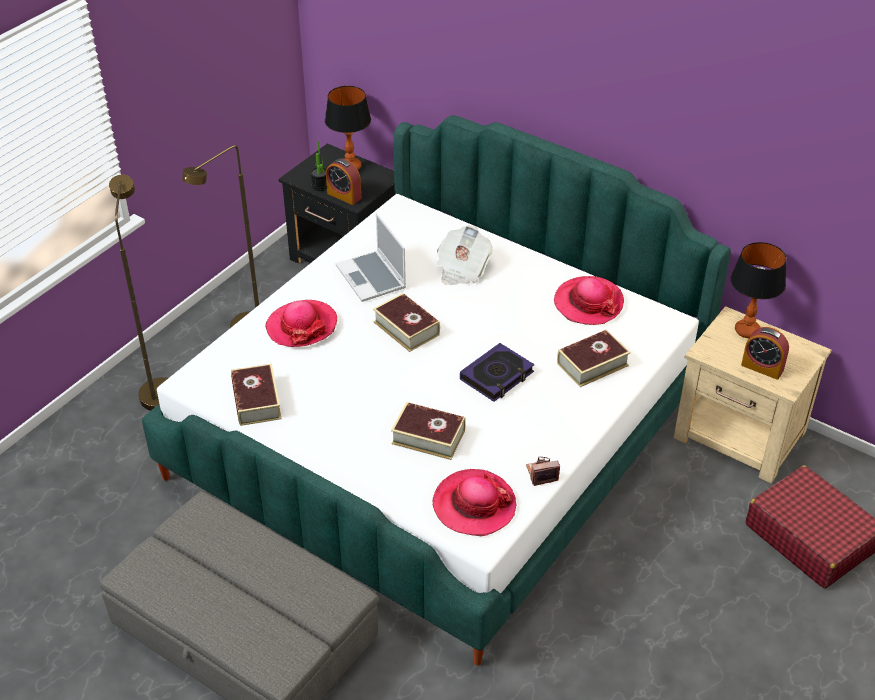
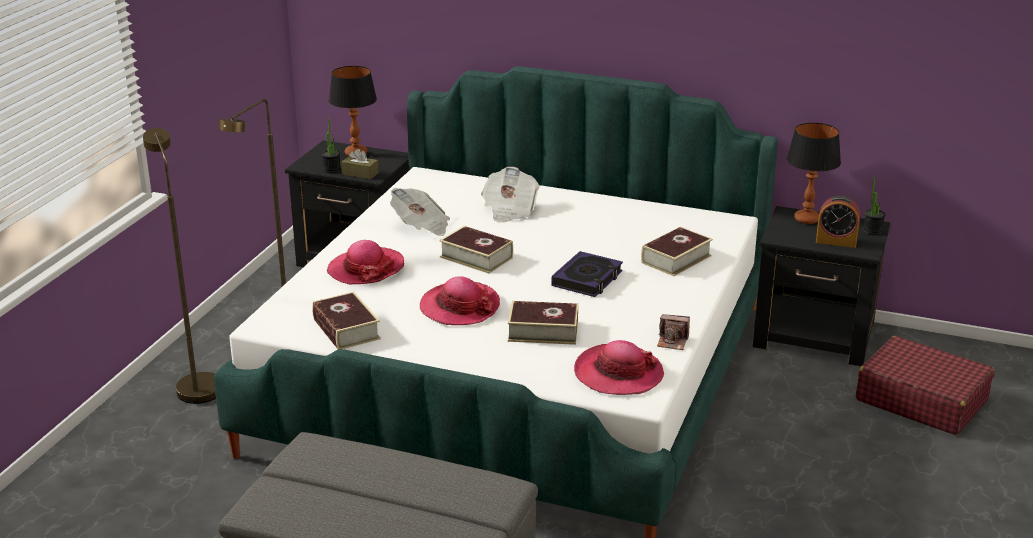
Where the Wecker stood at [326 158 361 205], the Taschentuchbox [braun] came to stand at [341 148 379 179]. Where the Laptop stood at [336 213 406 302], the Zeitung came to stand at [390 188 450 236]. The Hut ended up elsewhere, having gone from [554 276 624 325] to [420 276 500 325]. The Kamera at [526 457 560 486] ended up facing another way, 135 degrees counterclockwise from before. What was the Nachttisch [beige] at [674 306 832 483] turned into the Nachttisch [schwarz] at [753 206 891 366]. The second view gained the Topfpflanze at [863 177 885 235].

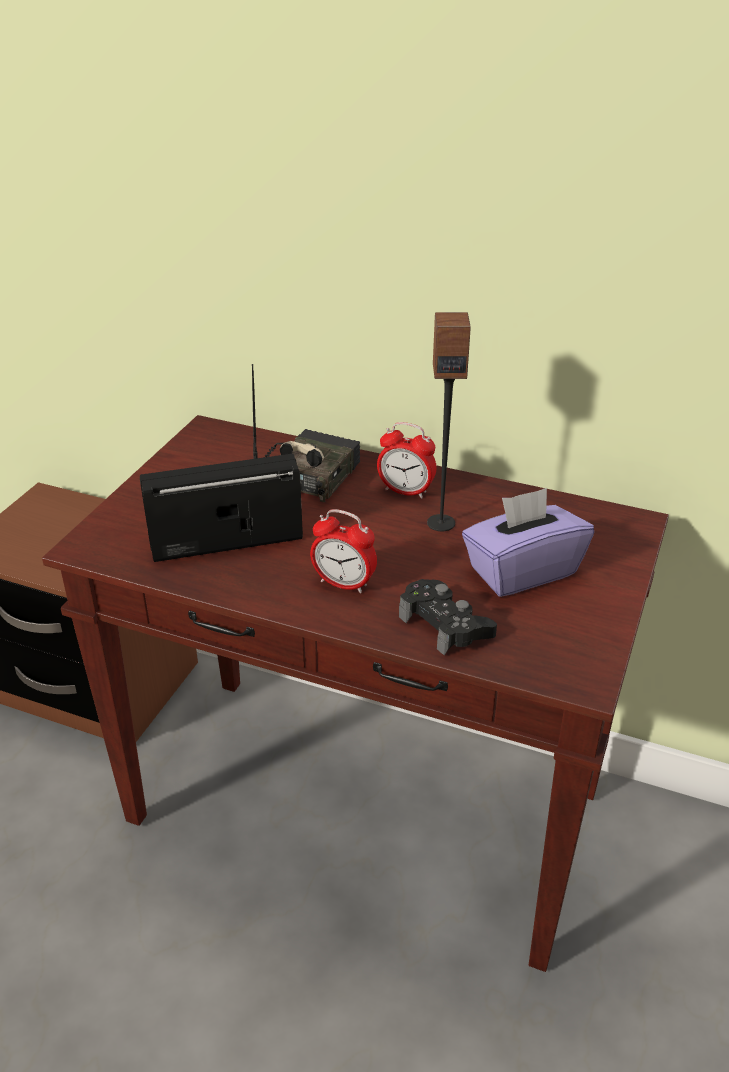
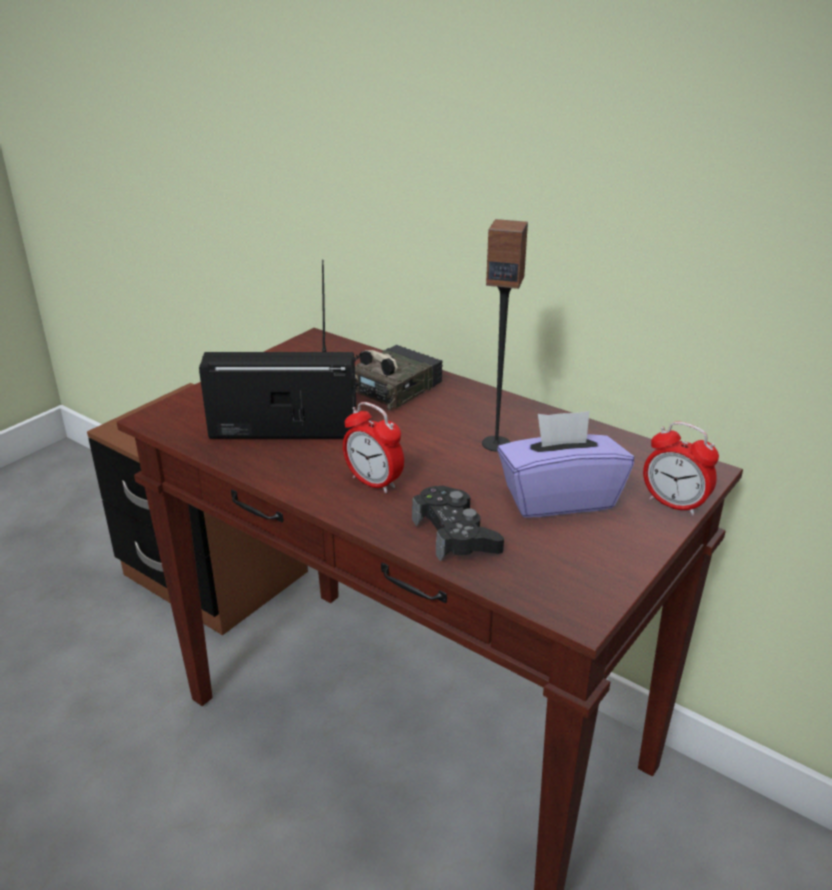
The Wecker ended up elsewhere, having gone from [377 422 436 498] to [643 422 719 515].

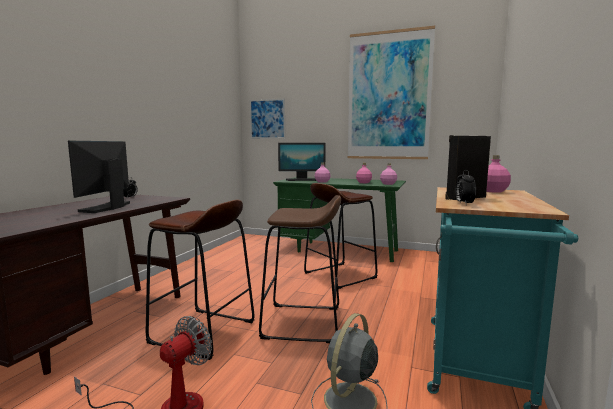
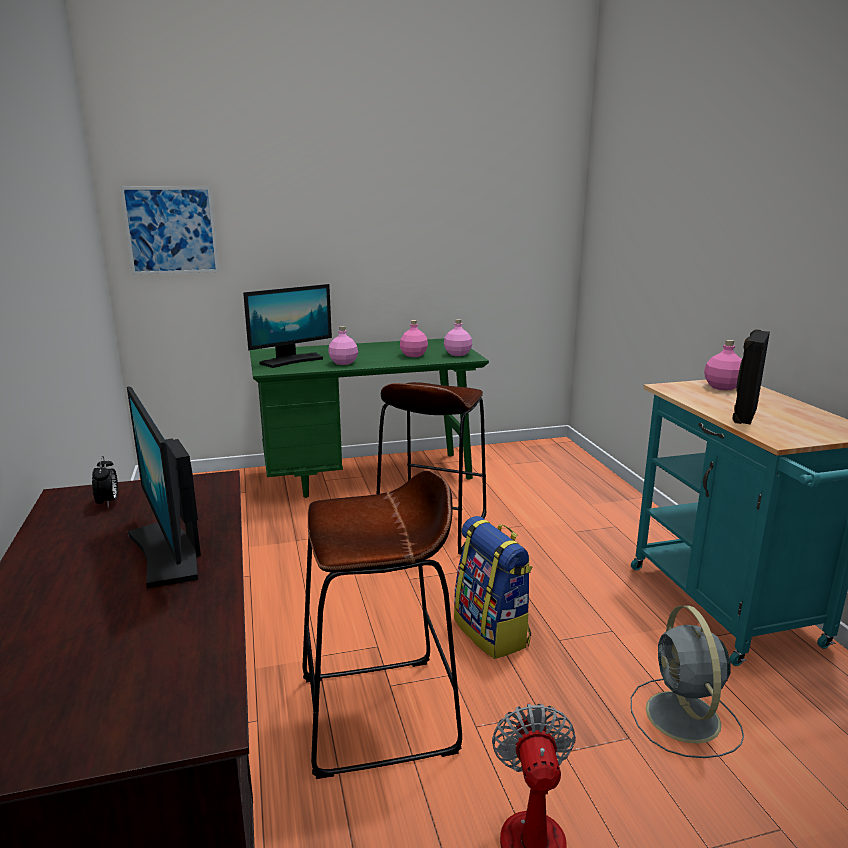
Where the Hocker [braun] stood at [259 195 341 343], the Rucksack came to stand at [454 516 532 659]. The second view lost the Bild at [347 26 435 159]. The second view lost the Wecker at [455 170 476 203].

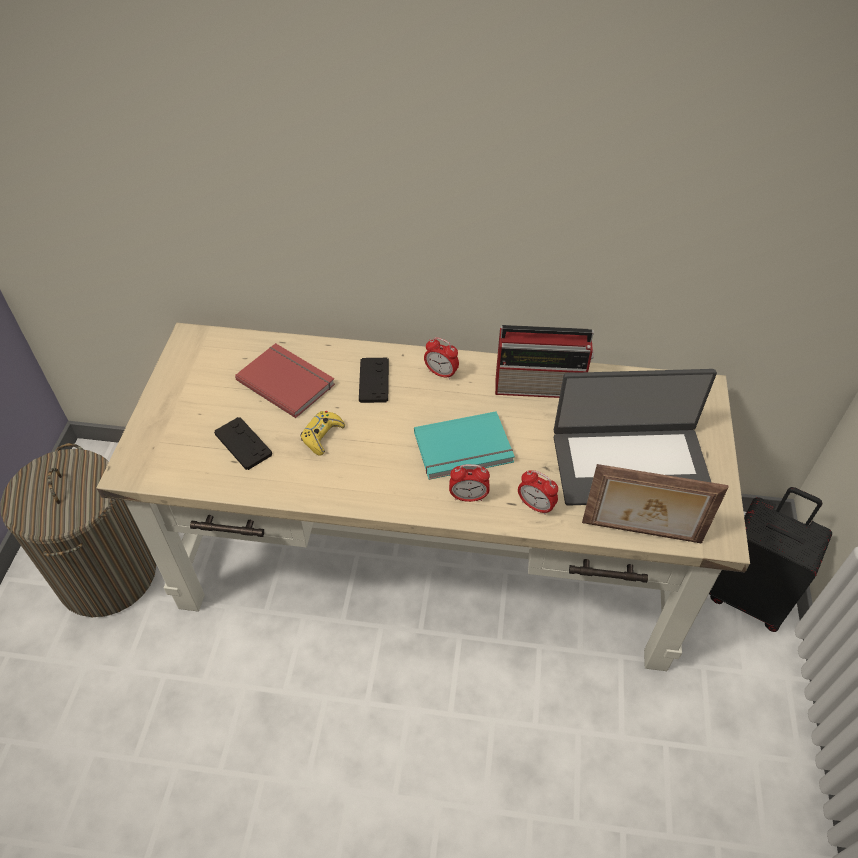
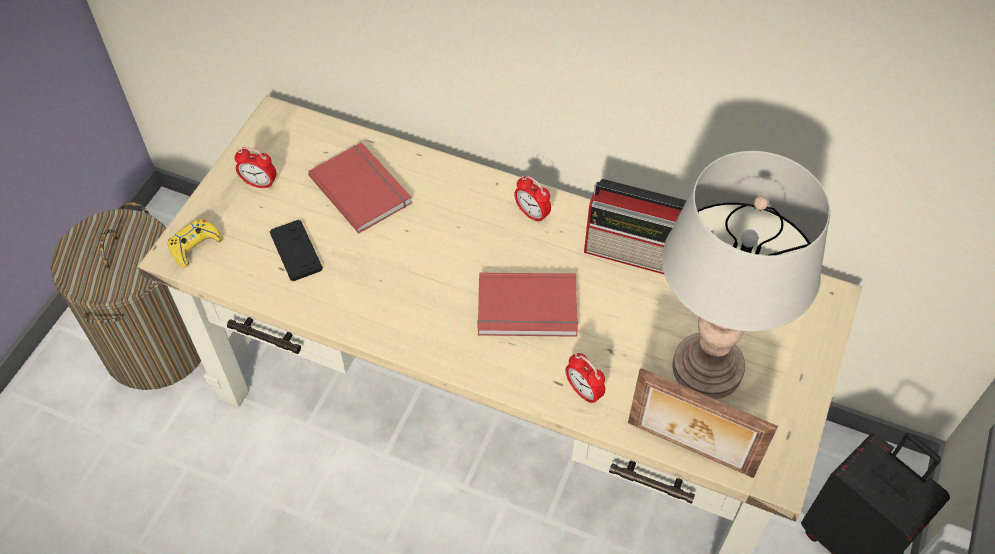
The Gamepad [gelb] ended up elsewhere, having gone from [300 411 345 456] to [168 219 223 268]. The Wecker ended up elsewhere, having gone from [449 464 490 502] to [234 147 277 189]. What was the Buch [türkis] at [414 411 515 480] turned into the Buch [rot] at [477 273 578 337]. Where the Laptop stood at [554 369 717 506], the Tischlampe [grau] came to stand at [662 151 830 399]. The second view lost the Gamepad [schwarz] at [359 358 389 403].

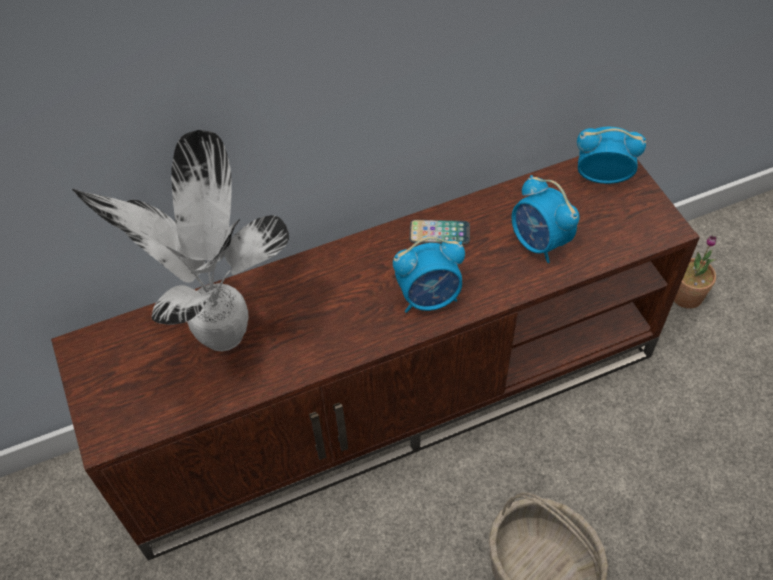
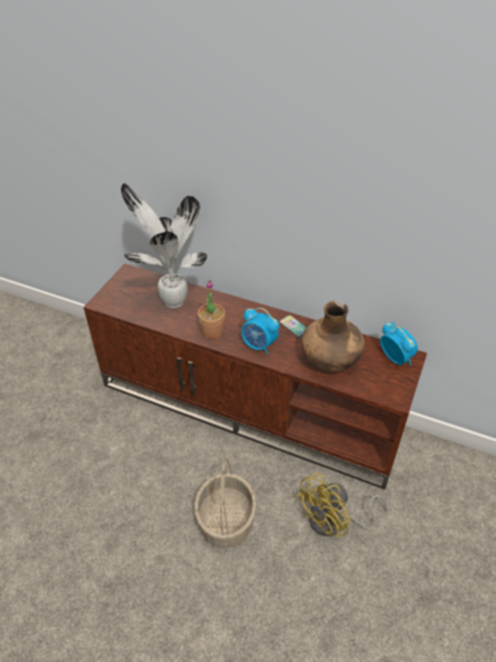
The Topfpflanze ended up elsewhere, having gone from [674 235 717 309] to [198 280 225 339]. The second view gained the Ventilator [gelb] at [295 473 388 537]. Where the Wecker stood at [512 175 580 263], the Vase [braun] came to stand at [302 301 365 372].

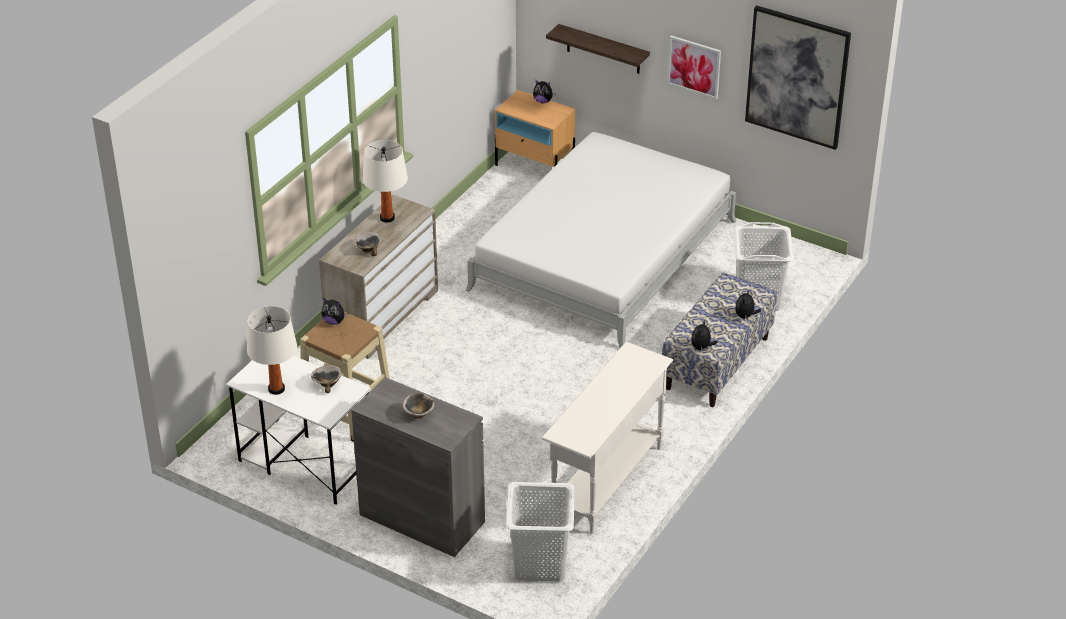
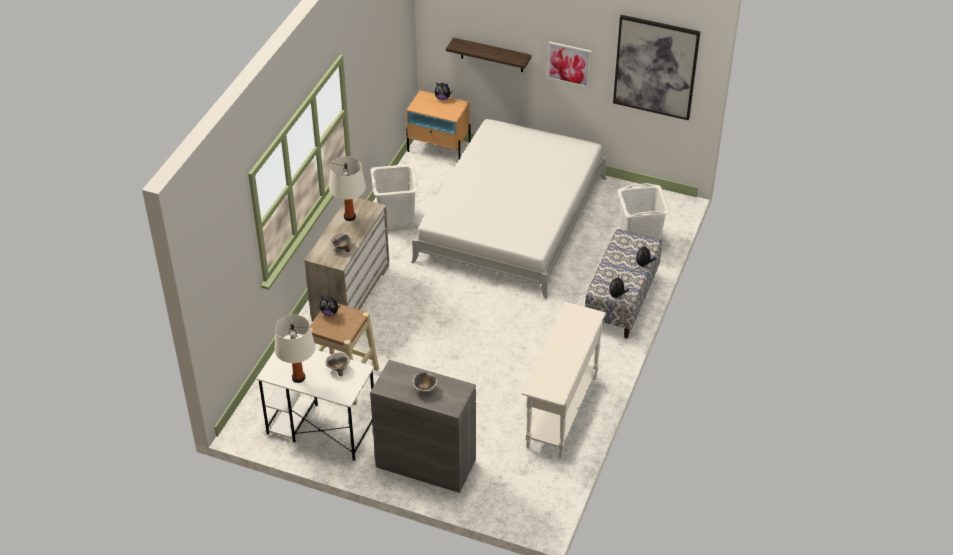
The Wäschekorb [weiß] ended up elsewhere, having gone from [505 482 575 581] to [370 164 418 231].

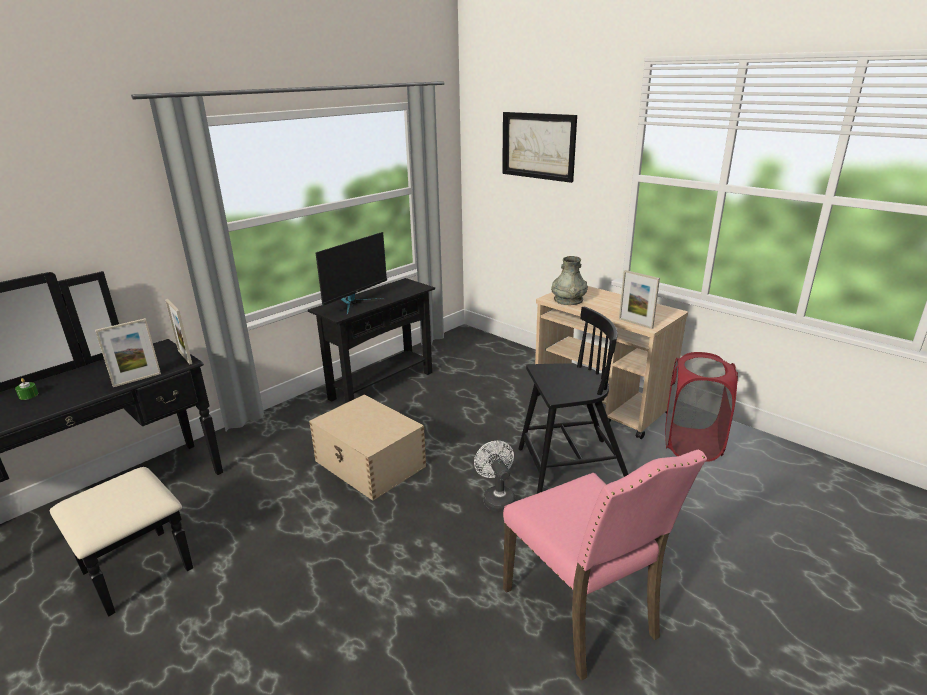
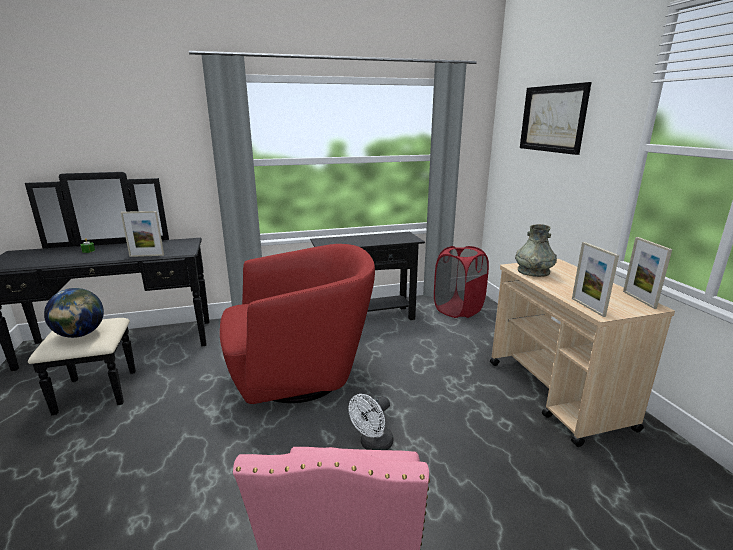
The second view gained the Globus at [44 288 104 338]. Where the Aufbewahrungsbox [beige] stood at [309 394 426 501], the Sessel [rot] came to stand at [220 244 375 404]. The Ventilator [weiß] at [474 441 516 512] ended up facing another way, 150 degrees counterclockwise from before. The Wäschekorb [rot] ended up elsewhere, having gone from [665 352 738 462] to [434 246 489 318]. The Bilderrahmen ended up elsewhere, having gone from [165 299 192 364] to [623 237 672 309]. The second view lost the Monitor at [316 232 387 315]. The second view lost the Stuhl [schwarz] at [518 306 628 494].

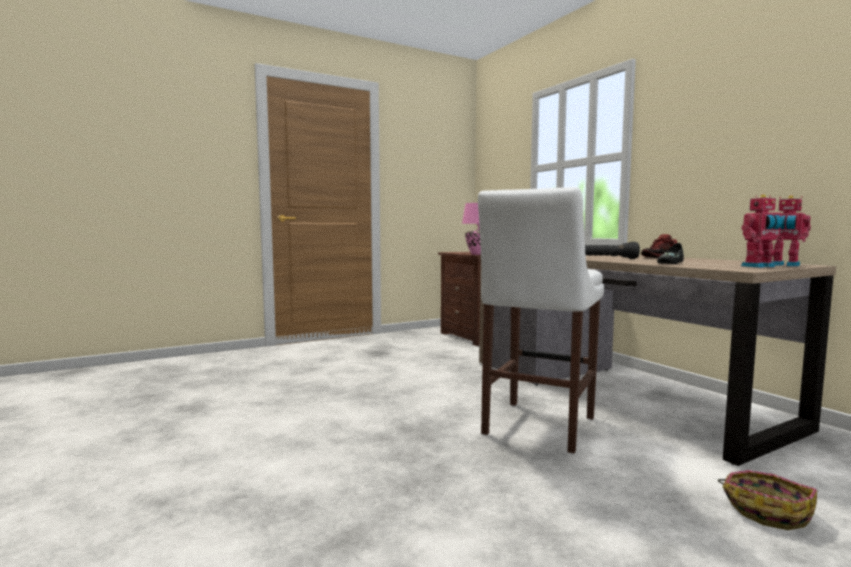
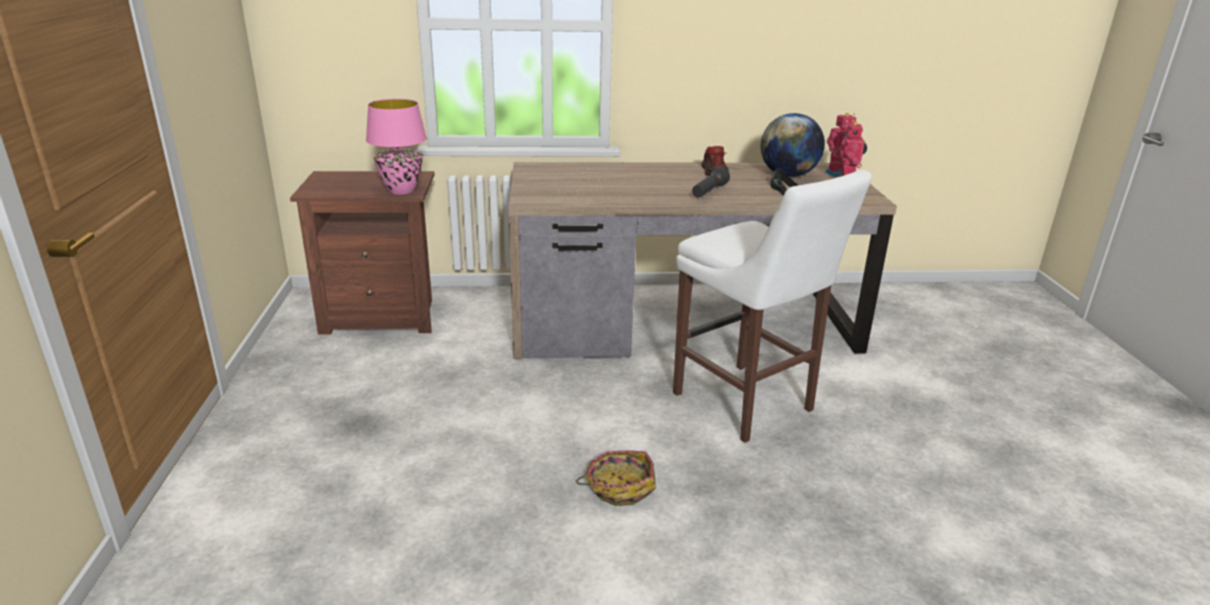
The Korb ended up elsewhere, having gone from [718 470 817 530] to [577 450 656 506]. The second view gained the Globus at [760 113 825 177].

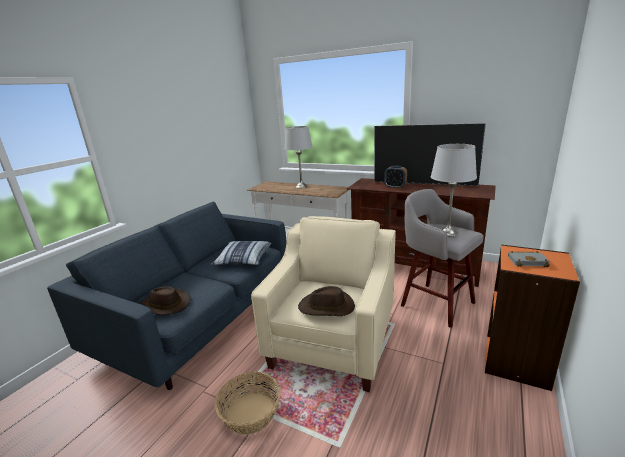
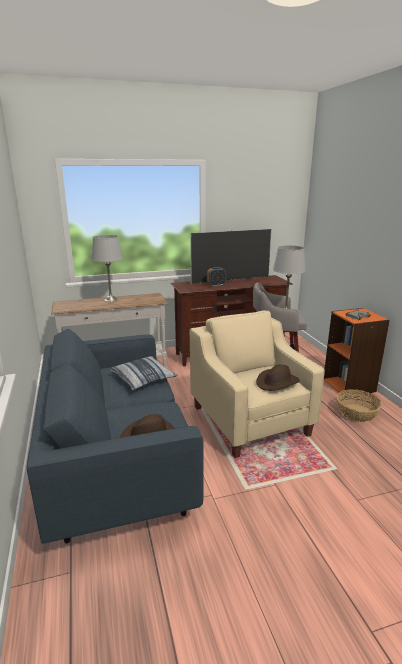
The Korb ended up elsewhere, having gone from [215 372 281 435] to [337 389 382 422].

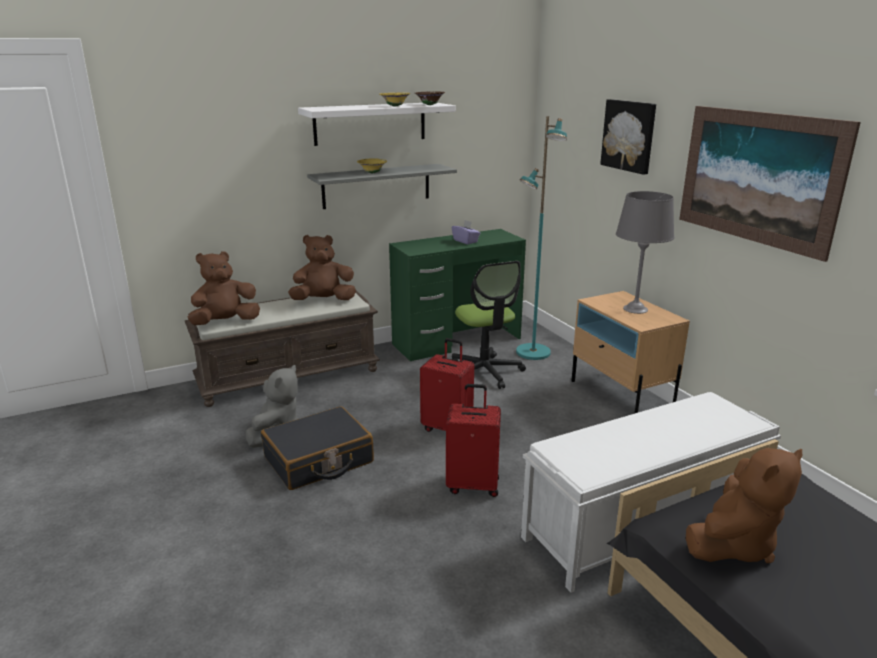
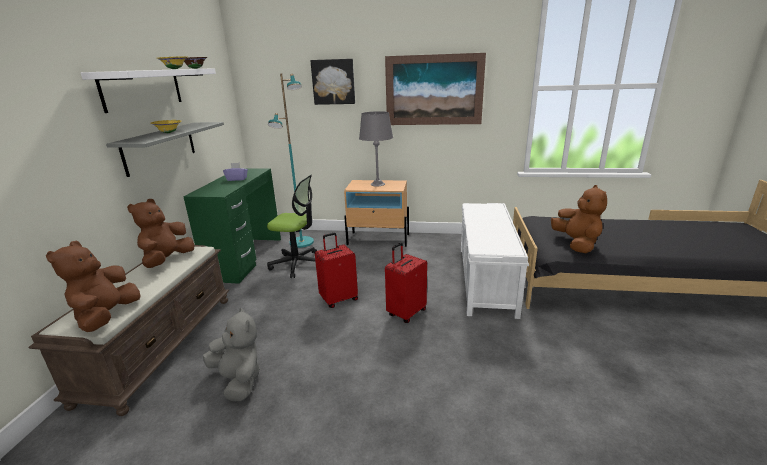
The second view lost the Koffer [schwarz] at [261 406 374 490].

